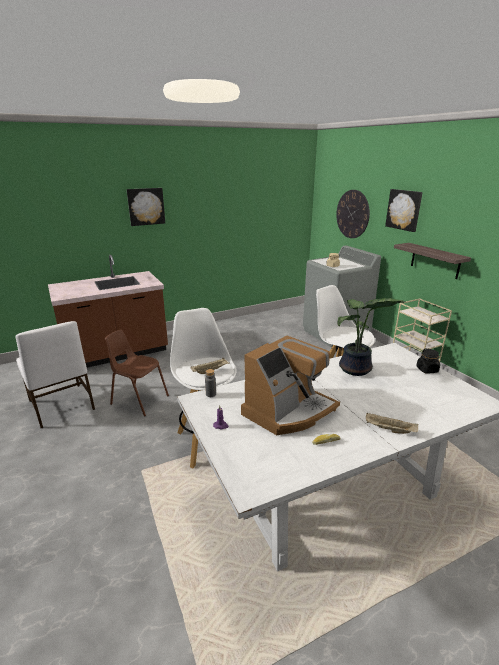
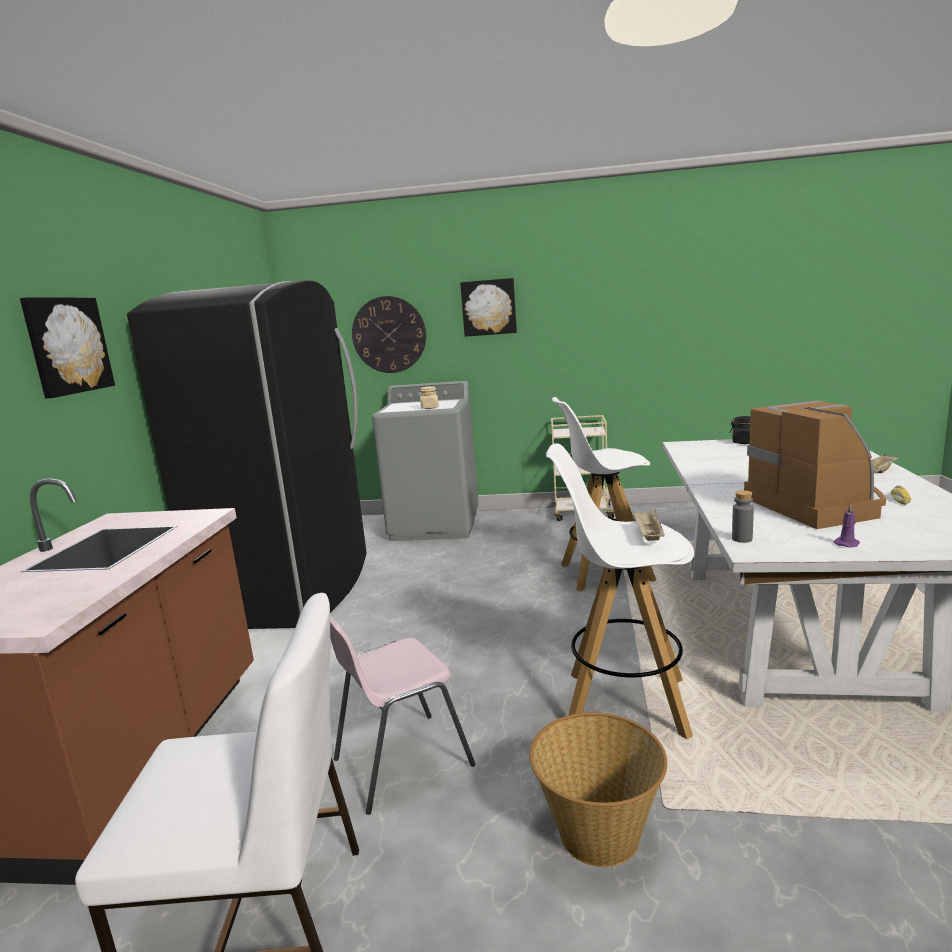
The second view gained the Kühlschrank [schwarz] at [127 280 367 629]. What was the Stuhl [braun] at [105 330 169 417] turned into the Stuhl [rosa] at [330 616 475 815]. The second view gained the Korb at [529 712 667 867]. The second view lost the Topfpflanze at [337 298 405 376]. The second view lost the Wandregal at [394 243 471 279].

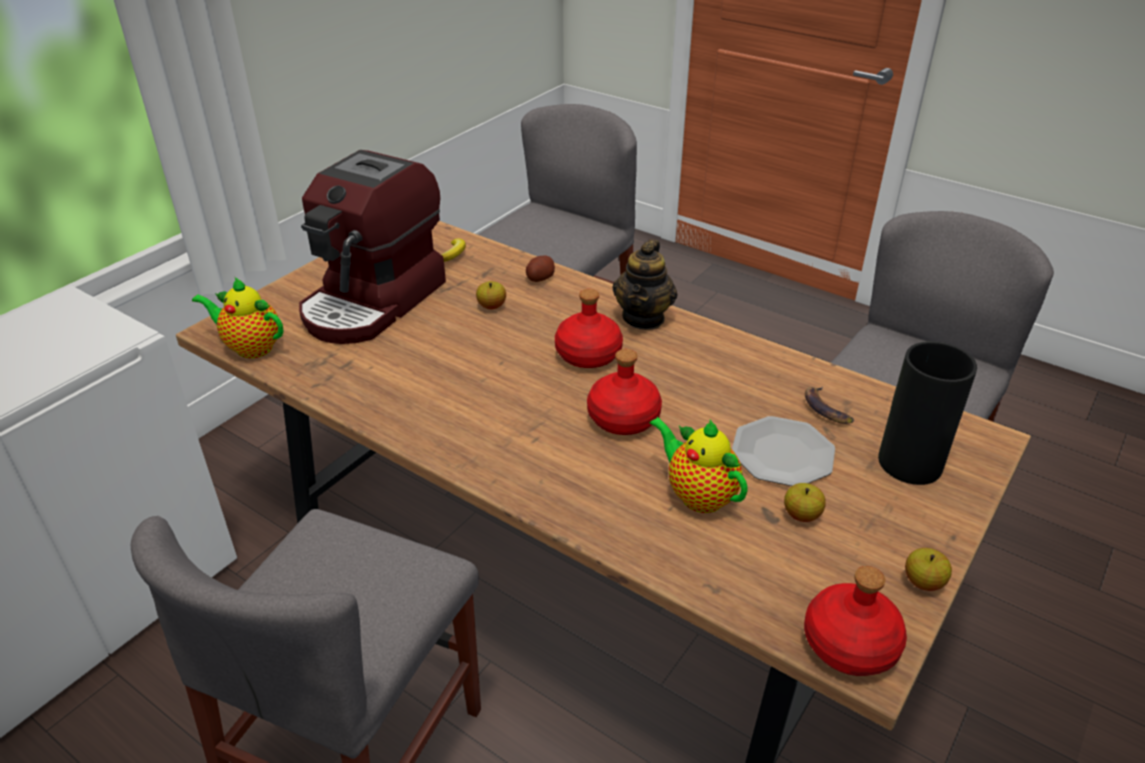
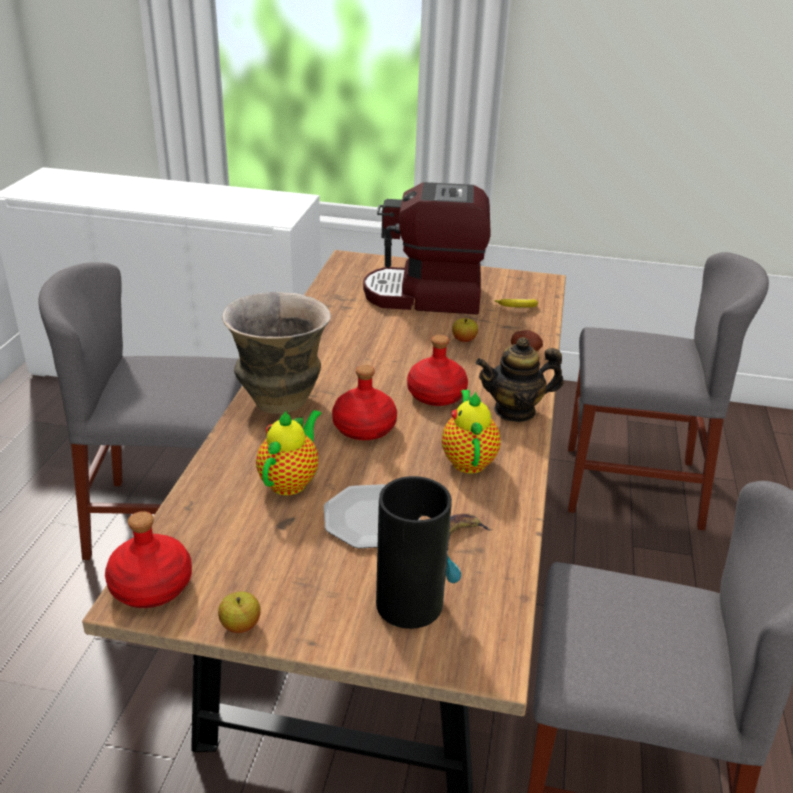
The second view gained the Vase at [222 292 331 414]. The Teekanne ended up elsewhere, having gone from [192 277 283 358] to [442 390 500 474]. The second view lost the Apfel at [784 483 826 522].

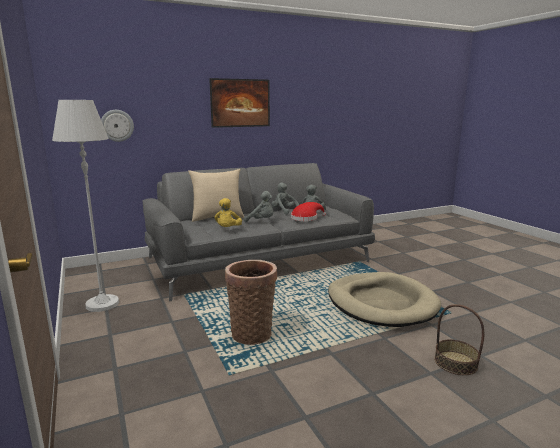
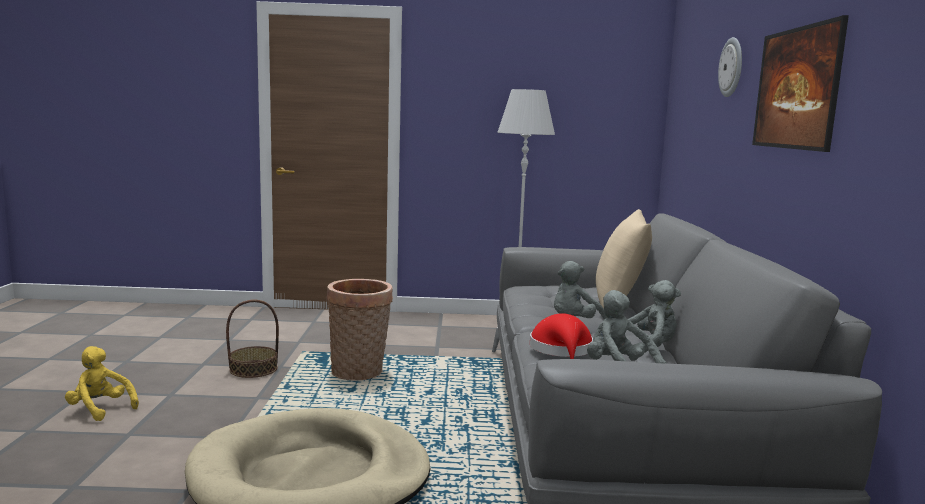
The Plüschtier [gelb] ended up elsewhere, having gone from [214 198 242 227] to [65 346 139 421]. The Korb ended up elsewhere, having gone from [434 304 484 375] to [226 300 279 378]. The Wanduhr ended up elsewhere, having gone from [101 110 134 142] to [718 37 742 97].

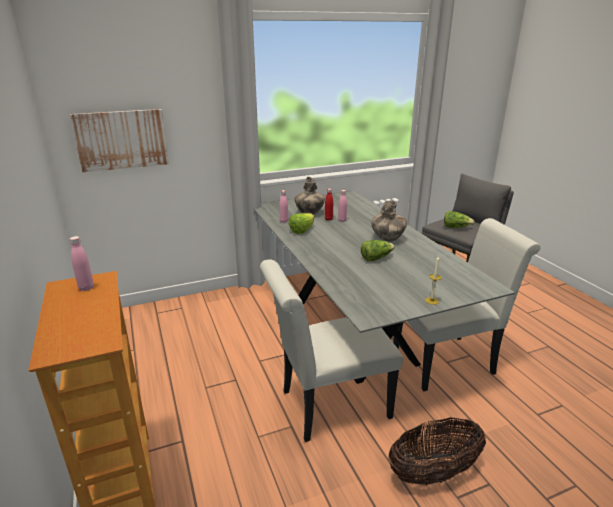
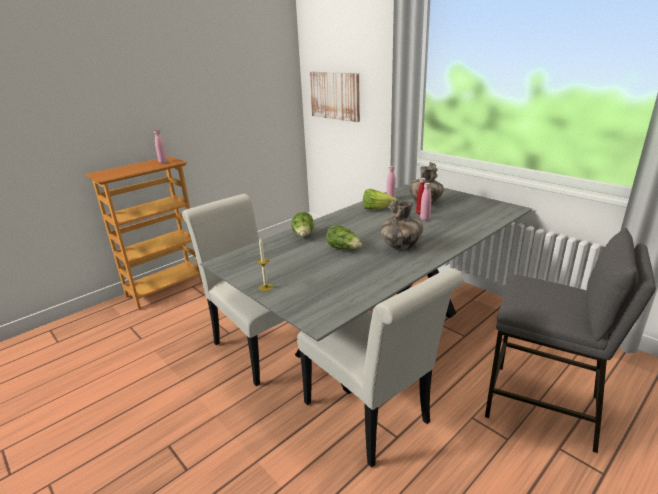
The Salatkopf ended up elsewhere, having gone from [444 211 475 228] to [291 212 314 237]. The second view lost the Korb at [388 417 486 485].

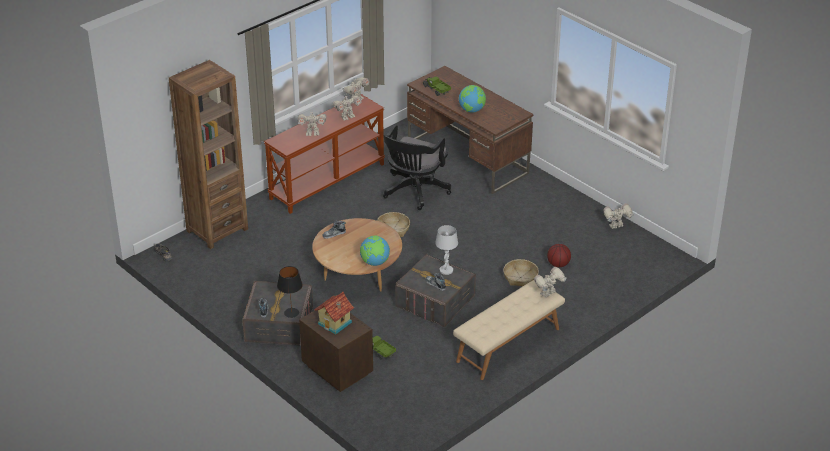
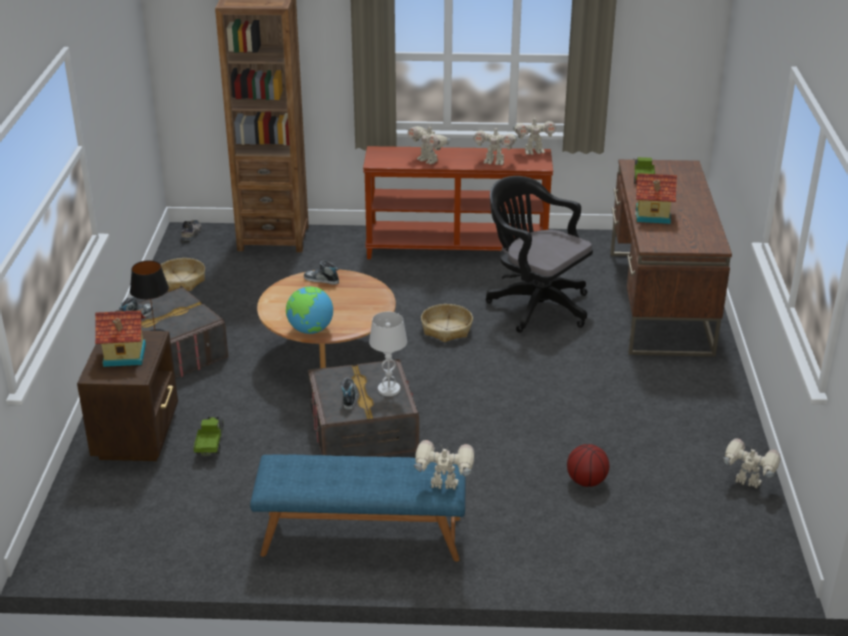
The Korb ended up elsewhere, having gone from [503 259 539 286] to [161 258 205 292]. What was the Bank [beige] at [453 280 565 380] turned into the Bank [blau] at [250 454 466 562]. The Bürostuhl [schwarz] at [383 125 451 210] ended up facing another way, 60 degrees clockwise from before. Where the Globus stood at [459 85 486 113], the Spielzeughaus came to stand at [635 173 677 224].

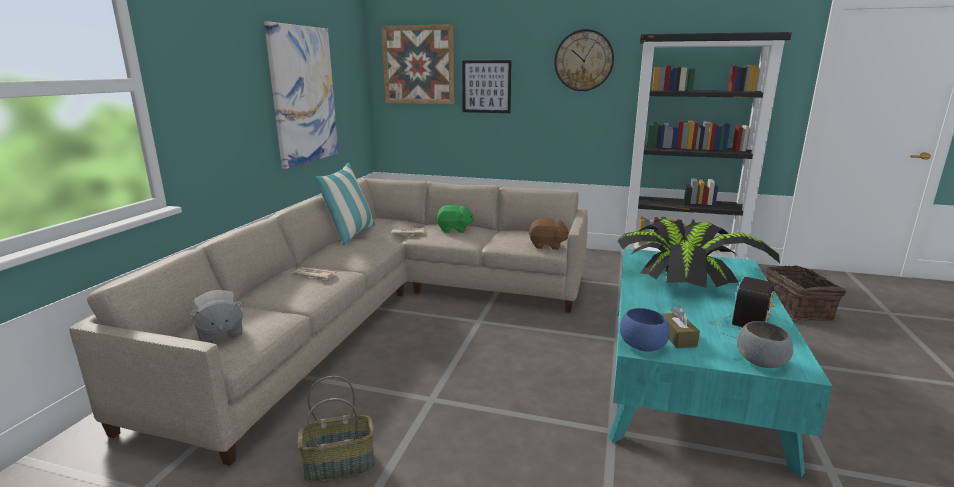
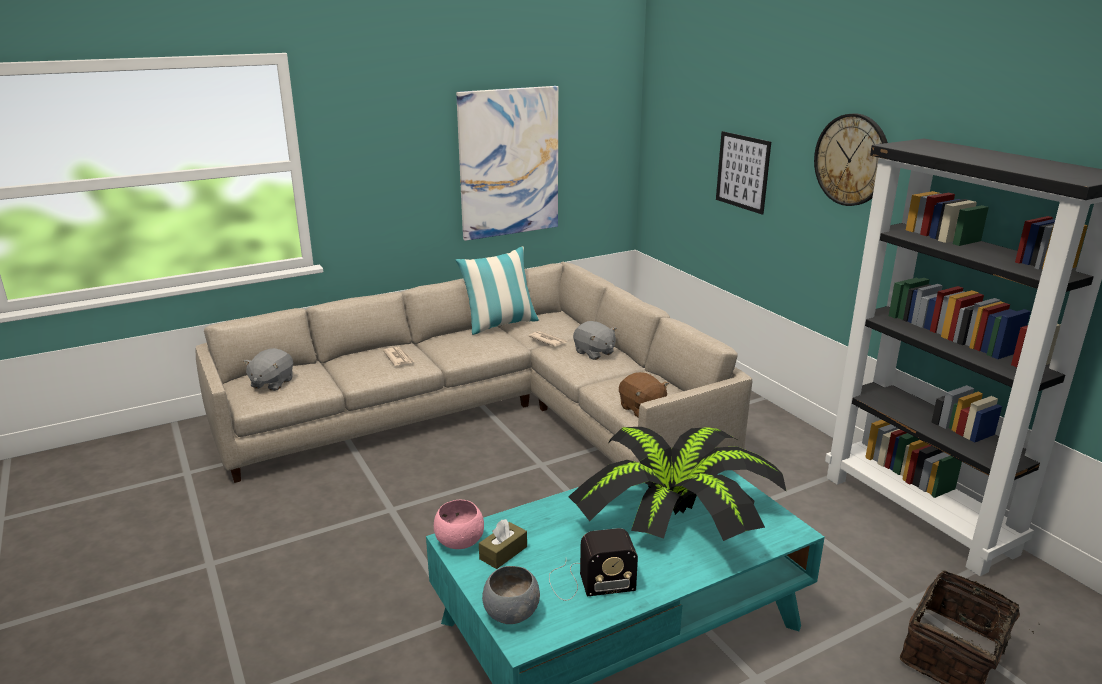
What was the Schüssel [blau] at [620 308 670 352] turned into the Schüssel [rosa] at [434 500 484 549]. What was the Plüschtier [grün] at [436 205 475 233] turned into the Plüschtier [grau] at [573 321 617 360]. The second view lost the Korb at [298 376 375 483]. The second view lost the Bild at [381 24 455 104].

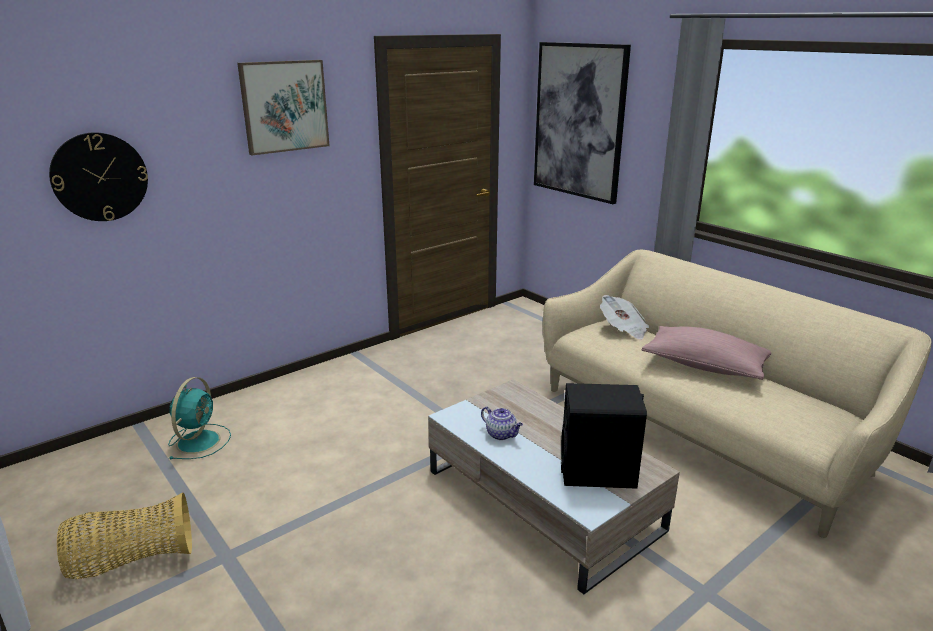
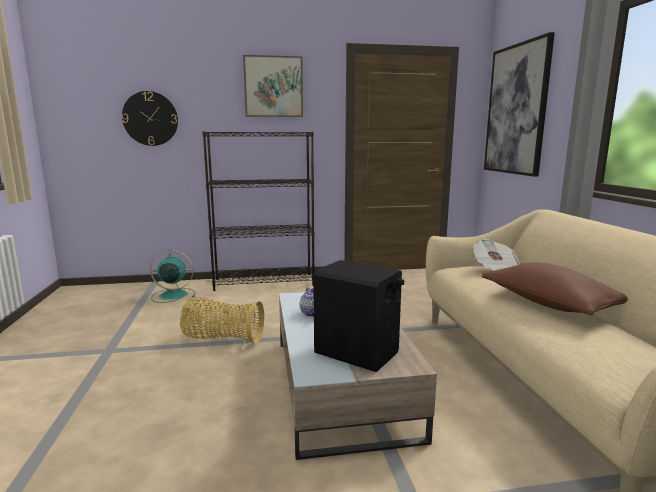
The Ventilator [türkis] at [168 377 231 459] ended up facing another way, 135 degrees counterclockwise from before. The Korb ended up elsewhere, having gone from [57 492 192 579] to [180 298 264 344]. The second view gained the Bücherregal [schwarz] at [202 131 314 291]. What was the Kissen [rosa] at [641 326 771 380] turned into the Kissen [braun] at [482 262 628 315].

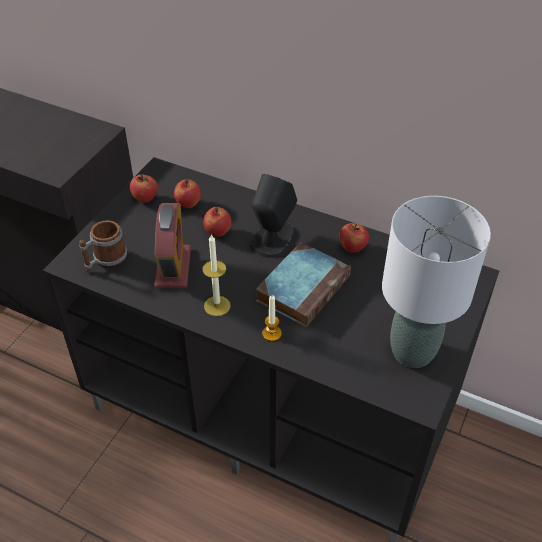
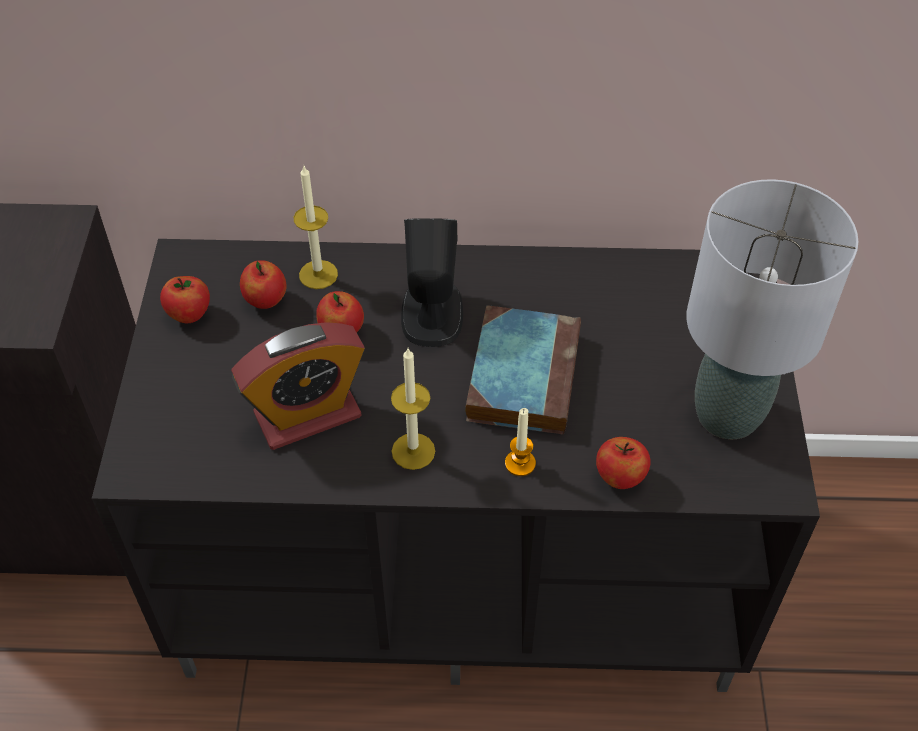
The Wecker at [155 203 191 288] ended up facing another way, 90 degrees clockwise from before. The second view gained the Kerze at [294 166 338 289]. The Apfel ended up elsewhere, having gone from [339 223 369 253] to [596 437 650 489]. The second view lost the Henkelbecher at [79 220 127 273].

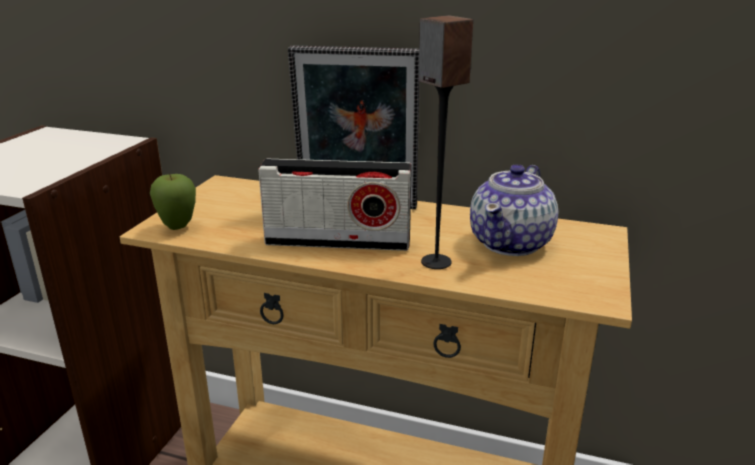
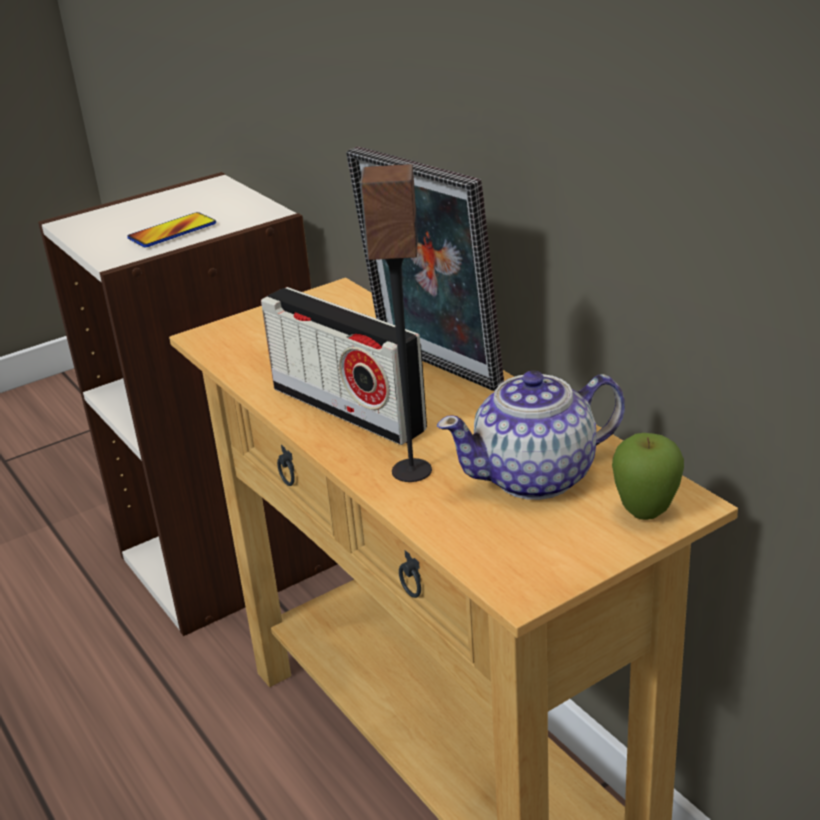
The second view gained the Handy at [127 212 216 247]. The Apfel ended up elsewhere, having gone from [150 174 196 230] to [612 433 684 520].

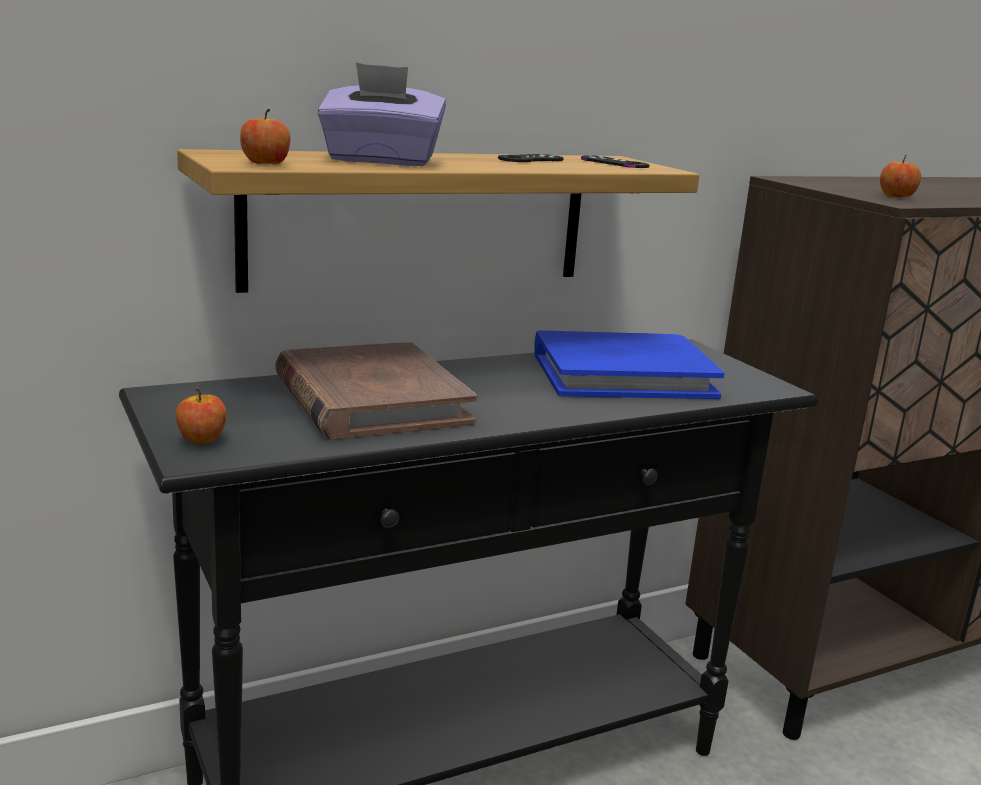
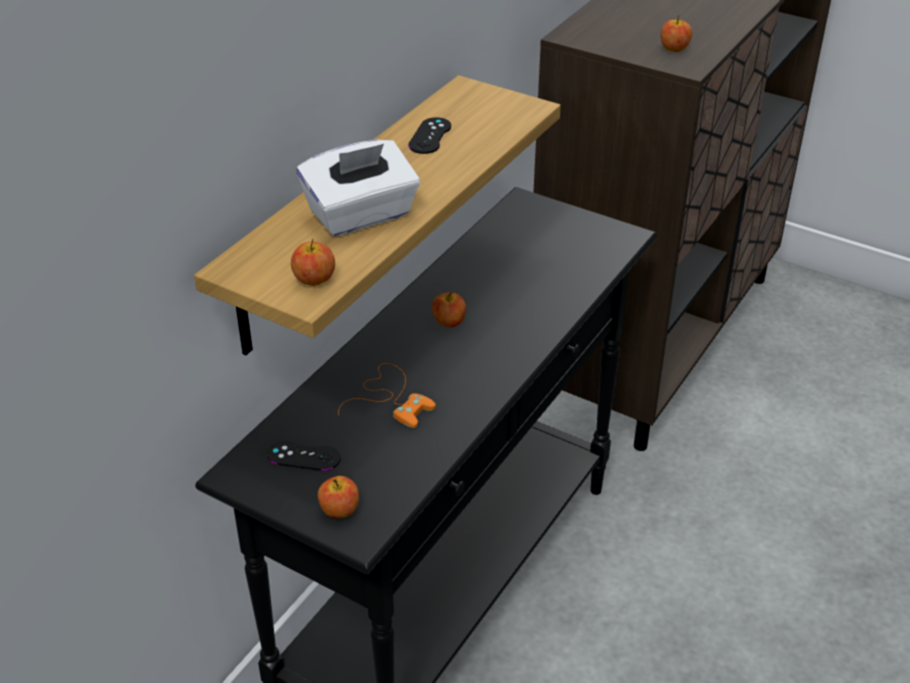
The Gamepad [schwarz] ended up elsewhere, having gone from [581 155 649 168] to [267 441 341 471]. What was the Taschentuchbox [lila] at [318 62 446 166] turned into the Taschentuchbox [weiß] at [297 140 420 236]. Where the Buch [braun] stood at [276 342 477 440], the Gamepad [orange] came to stand at [338 363 436 428]. The second view gained the Apfel at [432 292 466 327]. The second view lost the Buch [blau] at [534 330 724 399].

